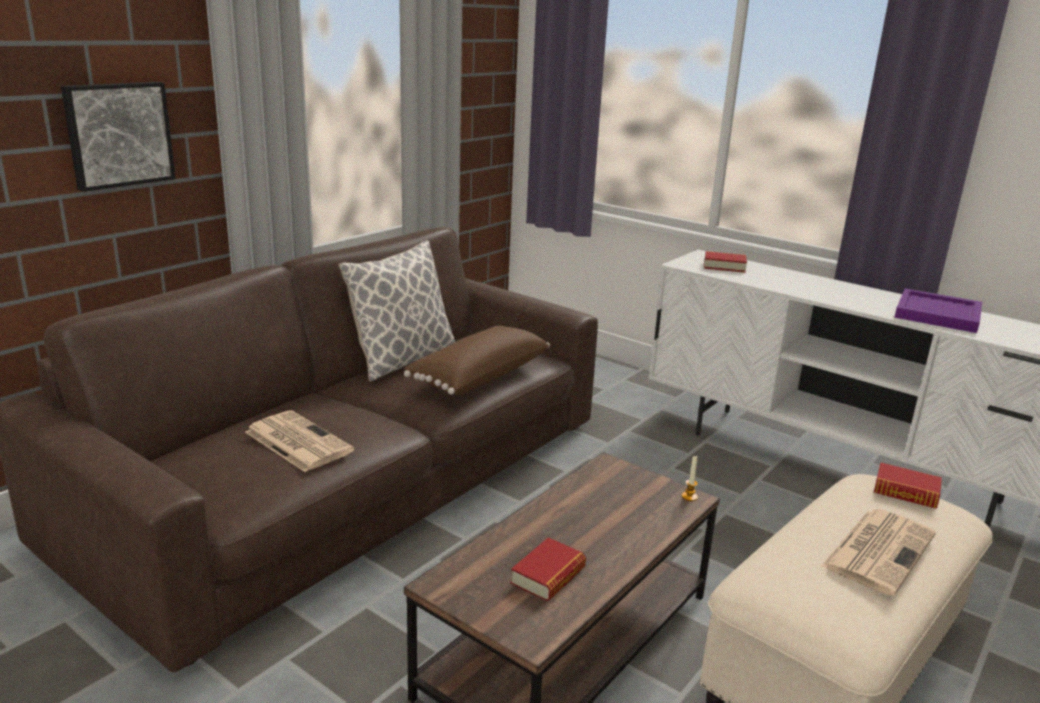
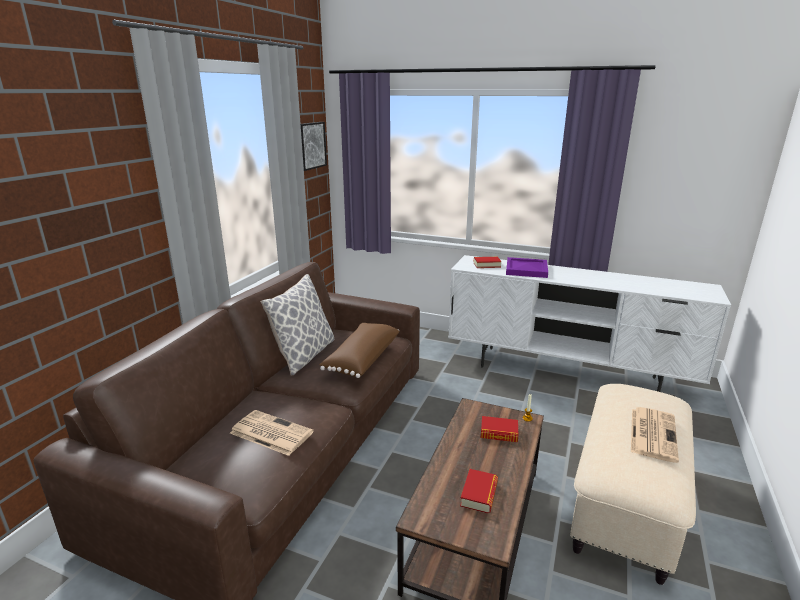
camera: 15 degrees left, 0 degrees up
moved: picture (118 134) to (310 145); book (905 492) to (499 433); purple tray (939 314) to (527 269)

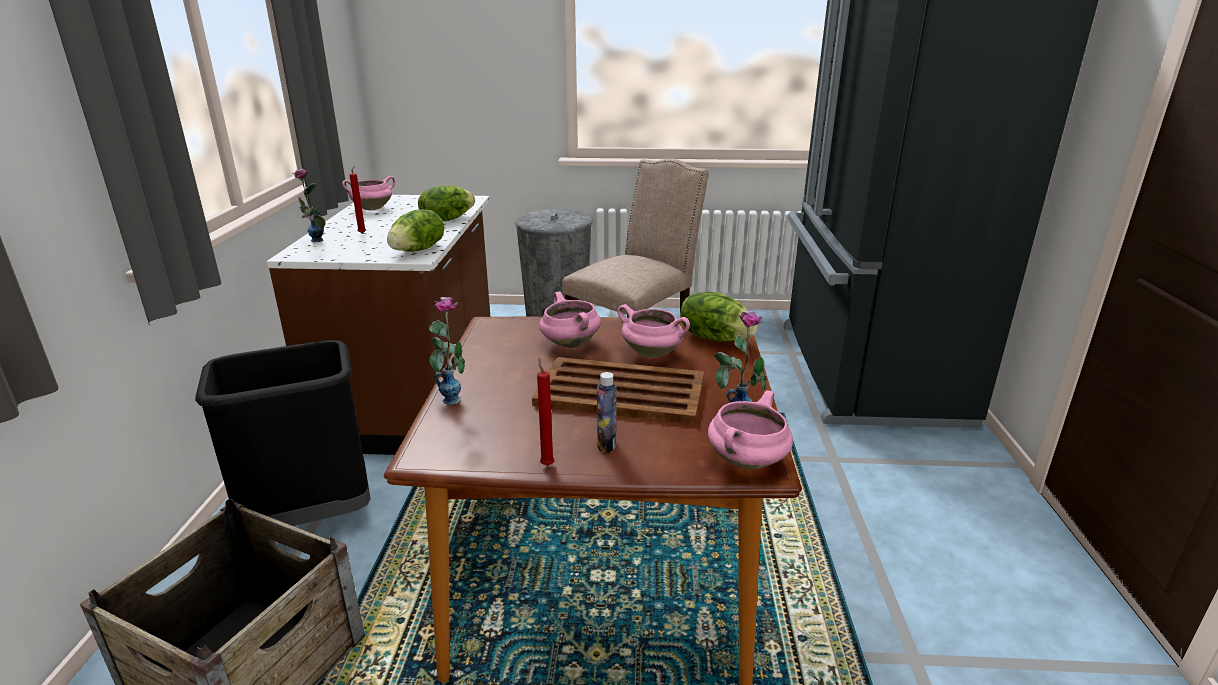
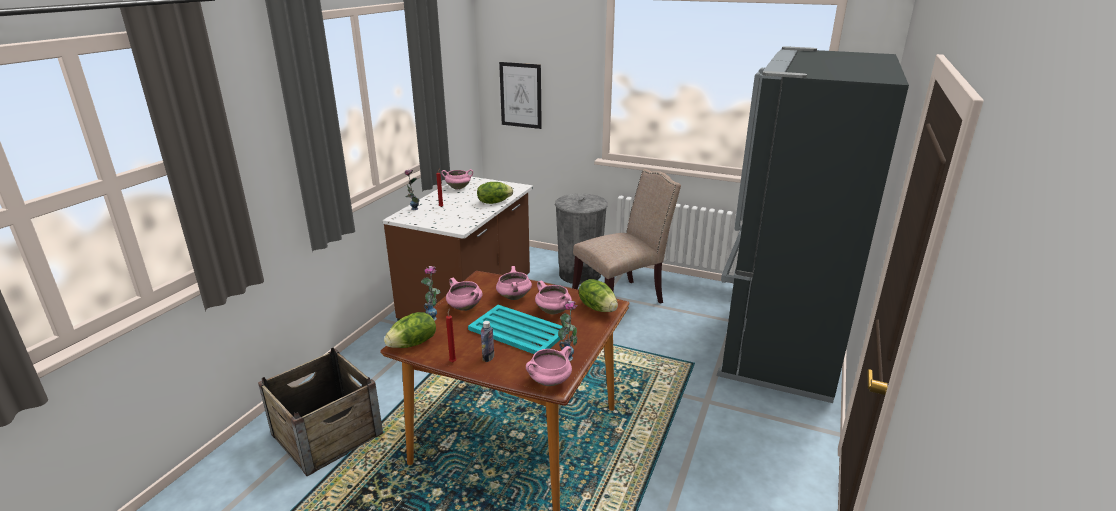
camera: 20 degrees right, 0 degrees up
removed: black trash can (311 518)
added: pink cooking pot (464 308); picture (520 95)
moved: lettuce (419 250) to (413 344)
recoloured: brown tray (619 391) to turquoise tray (517 330)

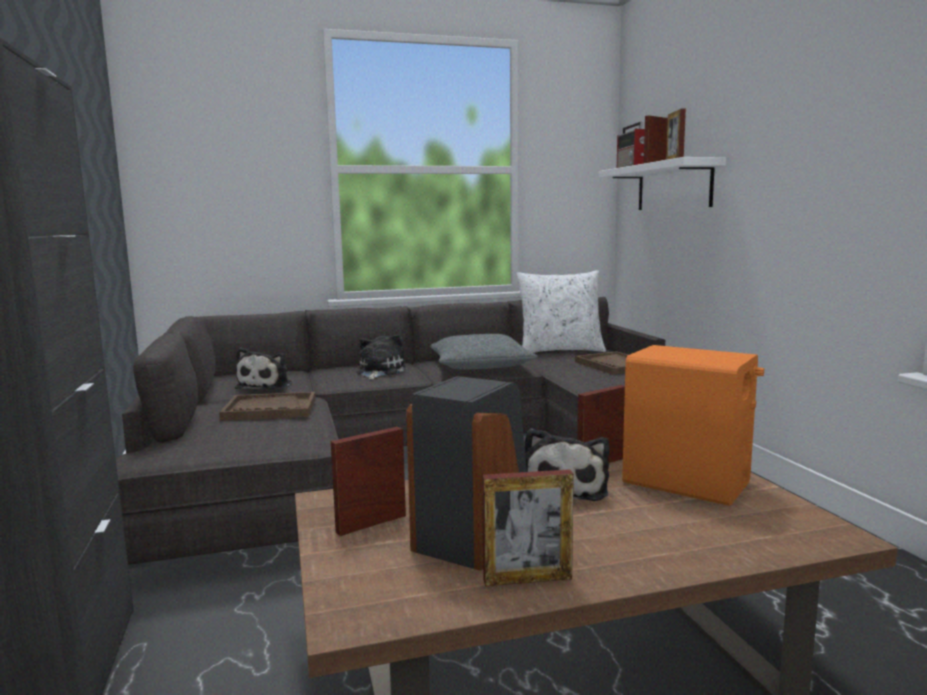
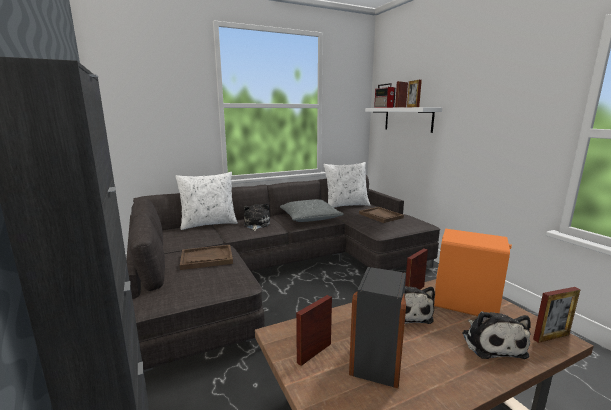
camera: 10 degrees left, 5 degrees up
added: white pillow (209 224)
moved: plush toy (266 385) to (492 343); picture frame (527 579) to (551 337)

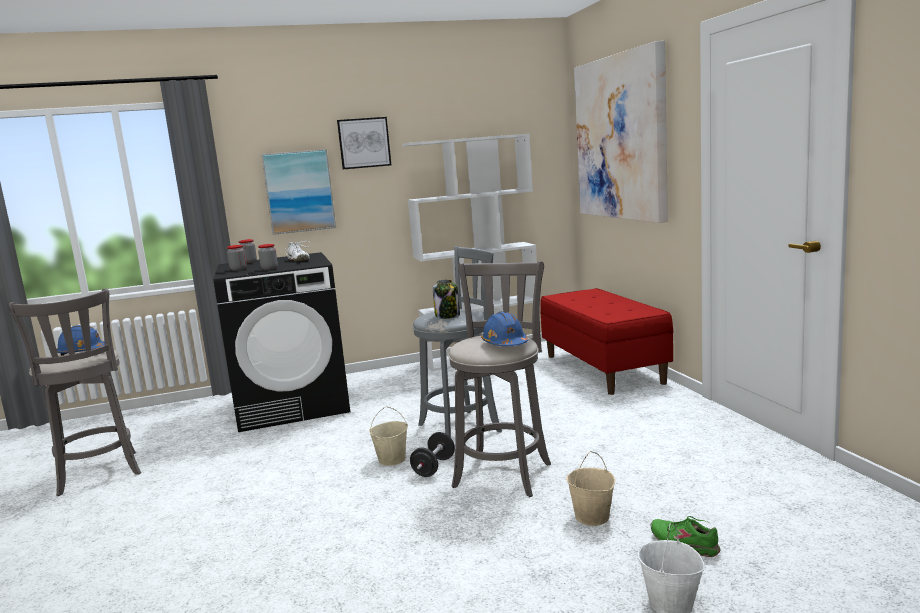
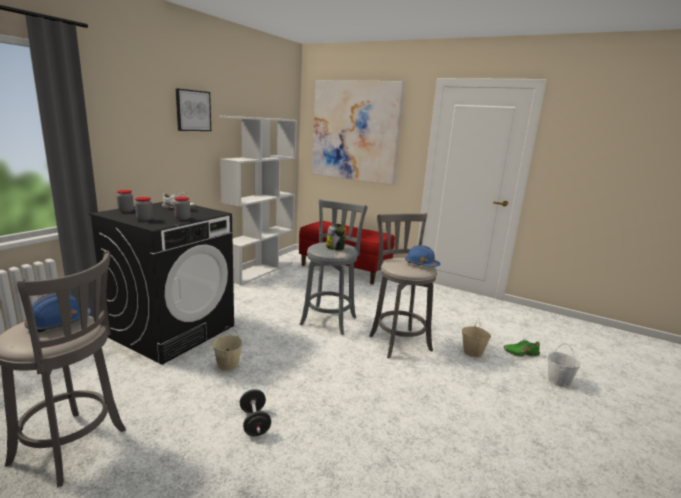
camera: 45 degrees left, 5 degrees up
removed: picture (299 191)
moved: beige bucket (392 459) to (227 365); black dumbbell (434 467) to (255 422)

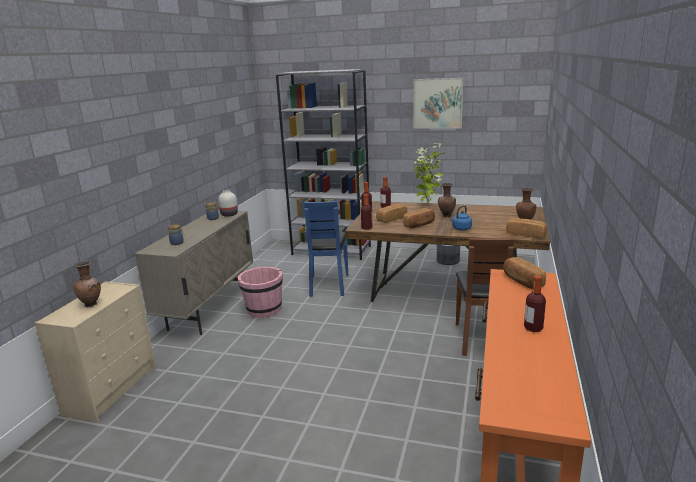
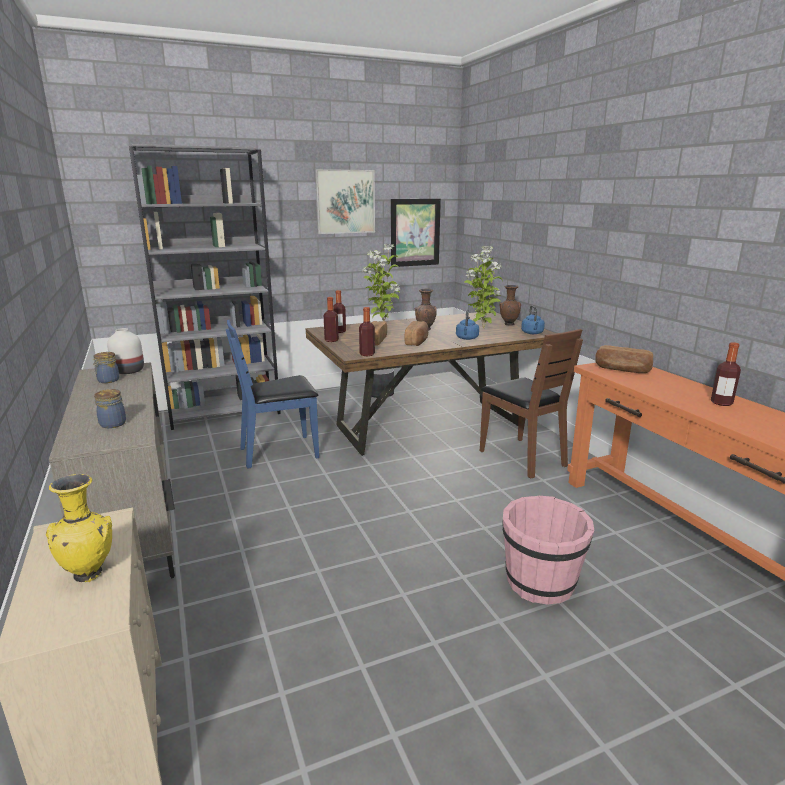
camera: 40 degrees left, 0 degrees up
added: picture (415 232); potted plant (482 329)
moved: pink bucket (264 310) to (540 583)
replaced: bread (526 234) to blue kettle (532 333)
recoloured: brown vase (92 305) to yellow vase (90 574)
turned: blue chair (328 285) = (280 452) 105 degrees clockwise

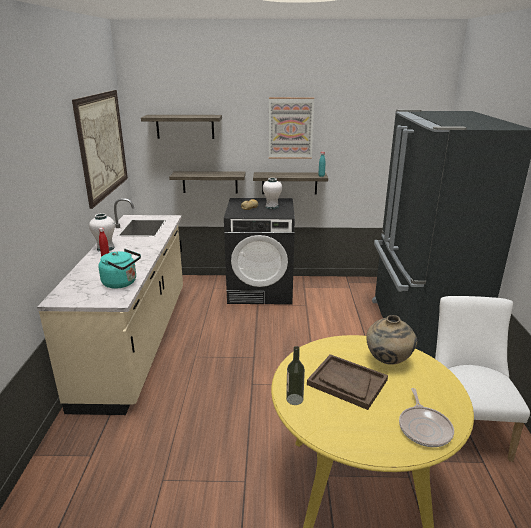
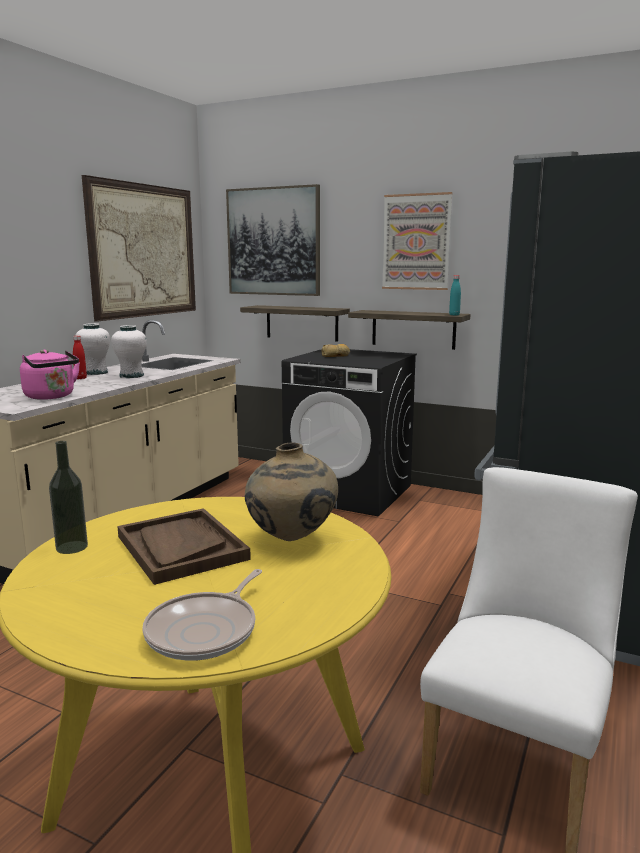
camera: 25 degrees right, 10 degrees down
moved: white vase (272 207) to (132 376)
replaced: shelf (185 126) to picture (273 242)
recoloured: turquoise kettle (122 283) to pink kettle (51 397)

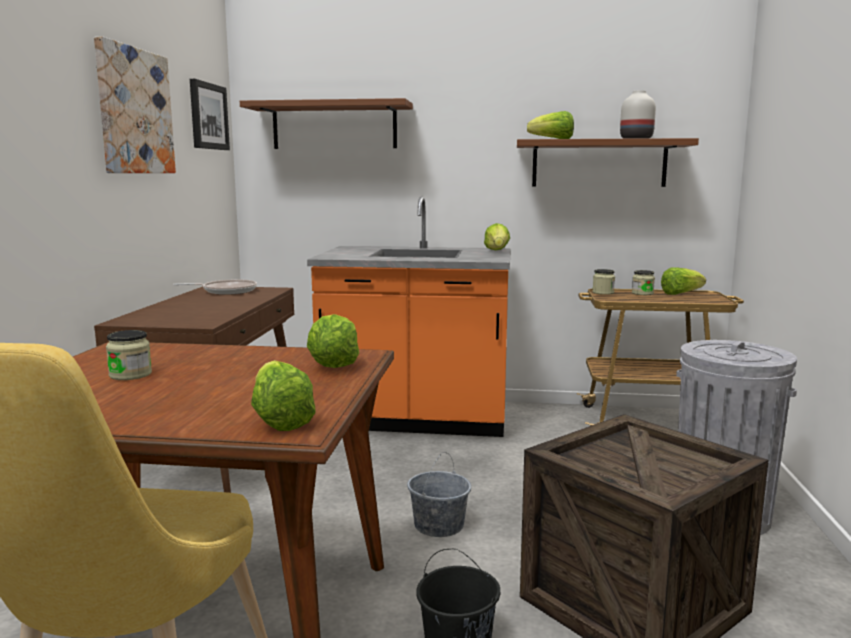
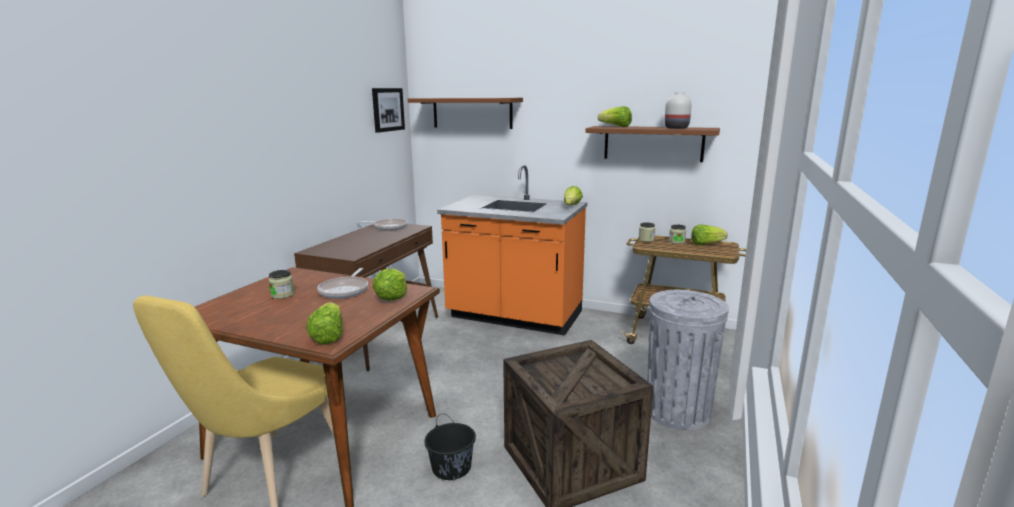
camera: 15 degrees right, 5 degrees up
removed: picture (134 111); grey bucket (439 525)
added: frying pan (345 290)

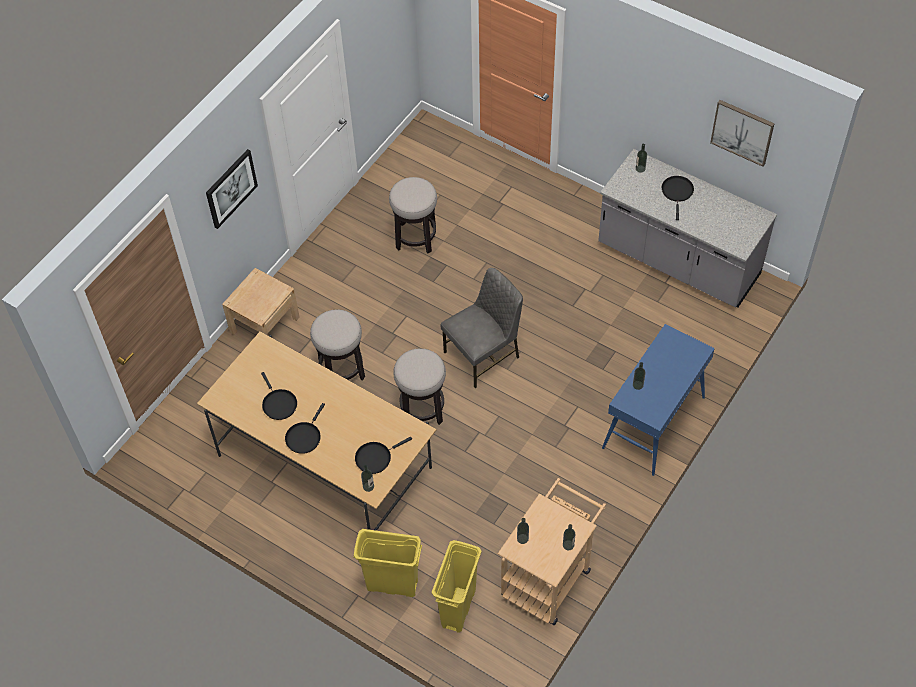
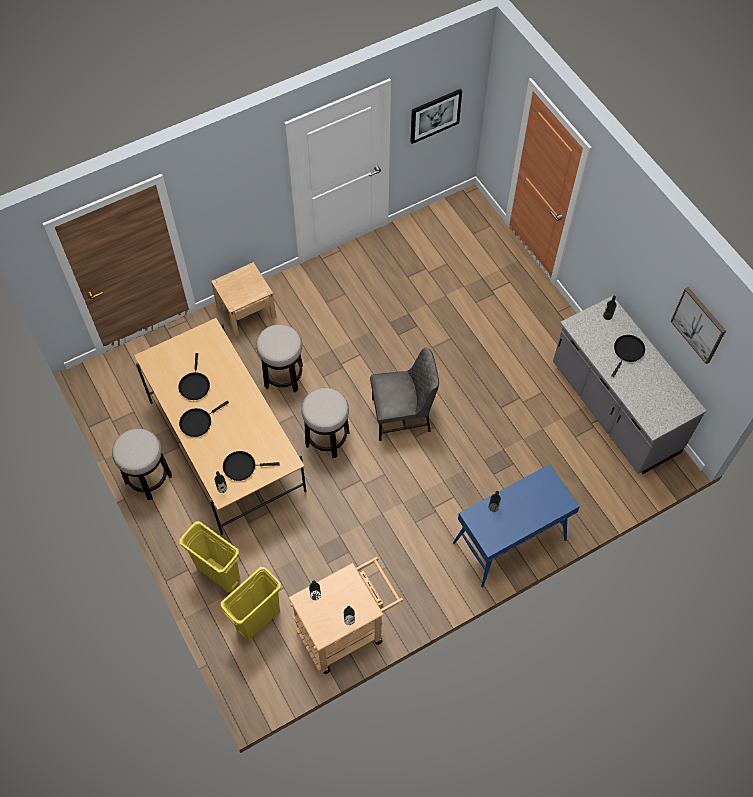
camera: 25 degrees right, 5 degrees up
moved: stool (415 238) to (148 478); picture (231 188) to (435 115)

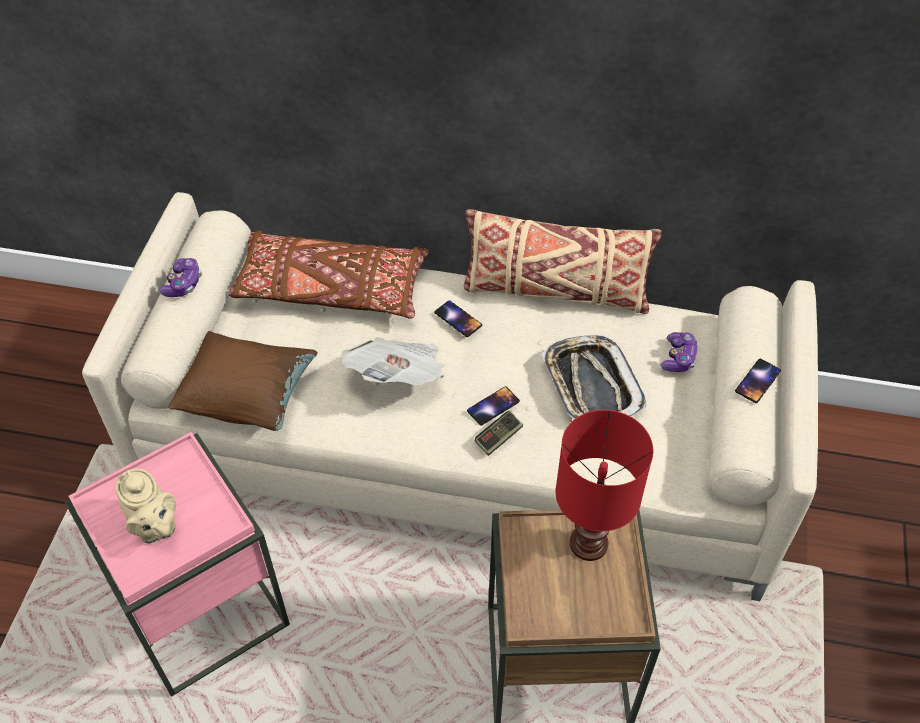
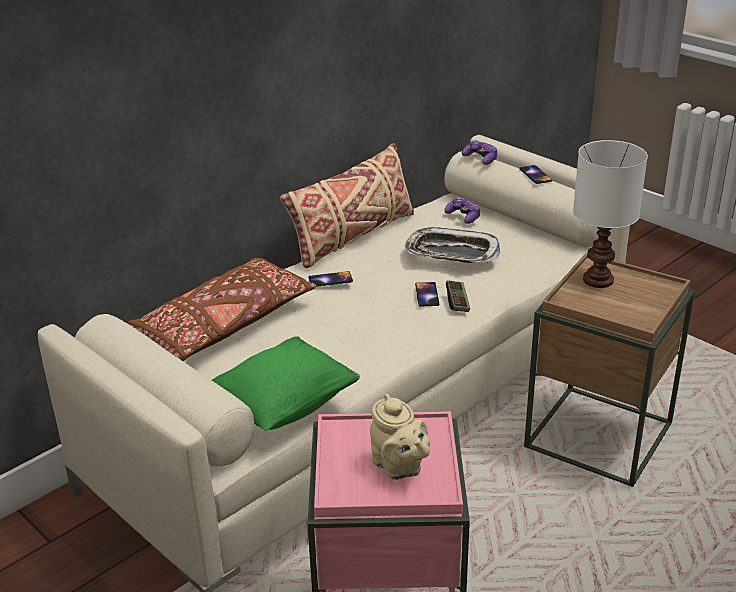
camera: 55 degrees left, 20 degrees down
removed: newspaper (399 377)
moved: game controller (183 284) to (480 159)
recoloured: brown pillow (248 398) to green pillow (285 405); red table lamp (587 543) to white table lamp (597 280)
turned: beige teapot (155 527) = (399 467) 60 degrees clockwise

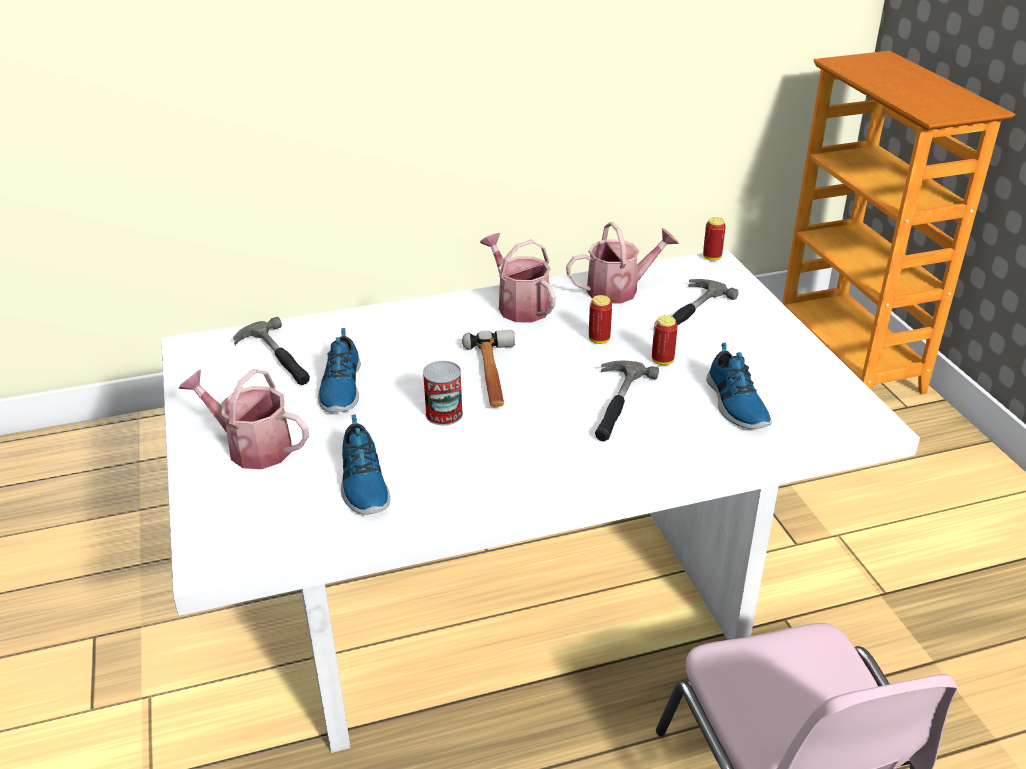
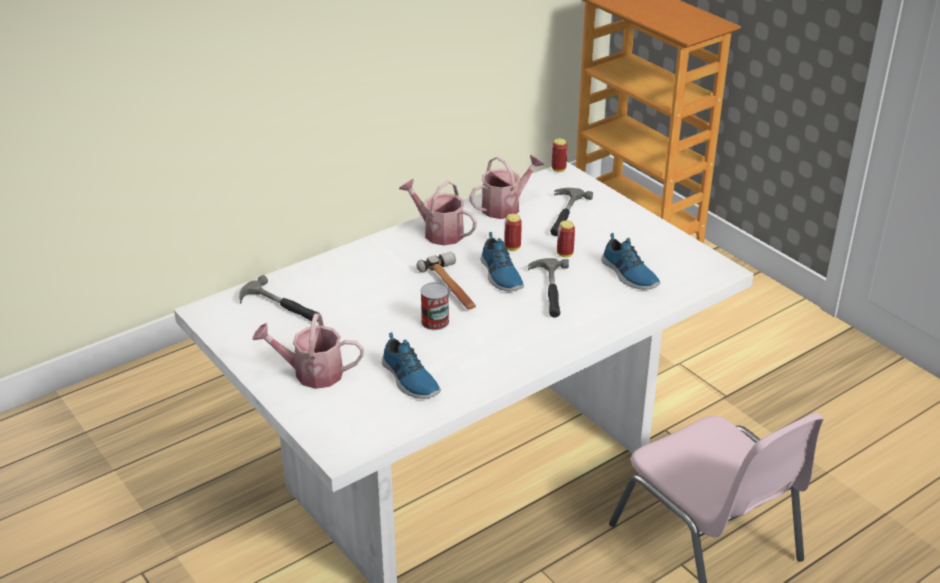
camera: 20 degrees left, 0 degrees up
moved: shoe (340 388) to (500 275)

